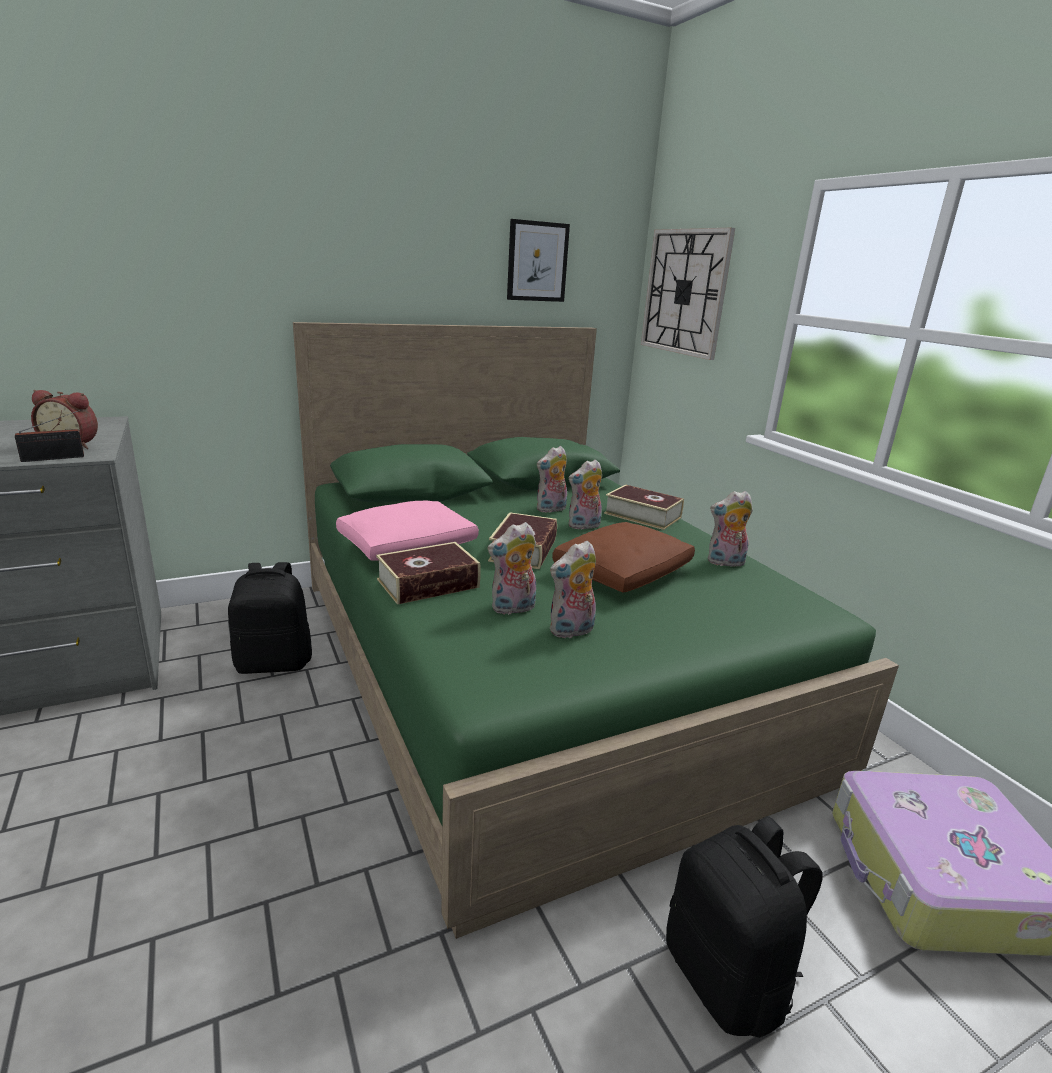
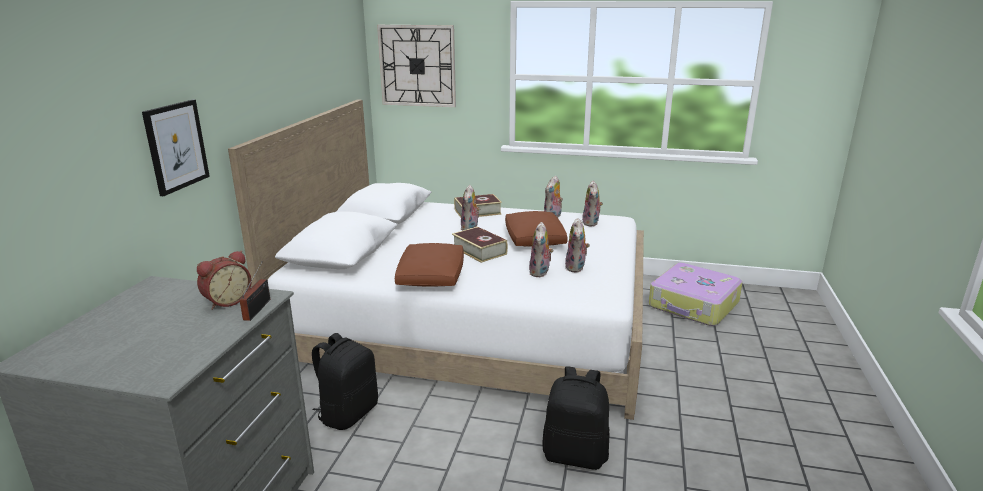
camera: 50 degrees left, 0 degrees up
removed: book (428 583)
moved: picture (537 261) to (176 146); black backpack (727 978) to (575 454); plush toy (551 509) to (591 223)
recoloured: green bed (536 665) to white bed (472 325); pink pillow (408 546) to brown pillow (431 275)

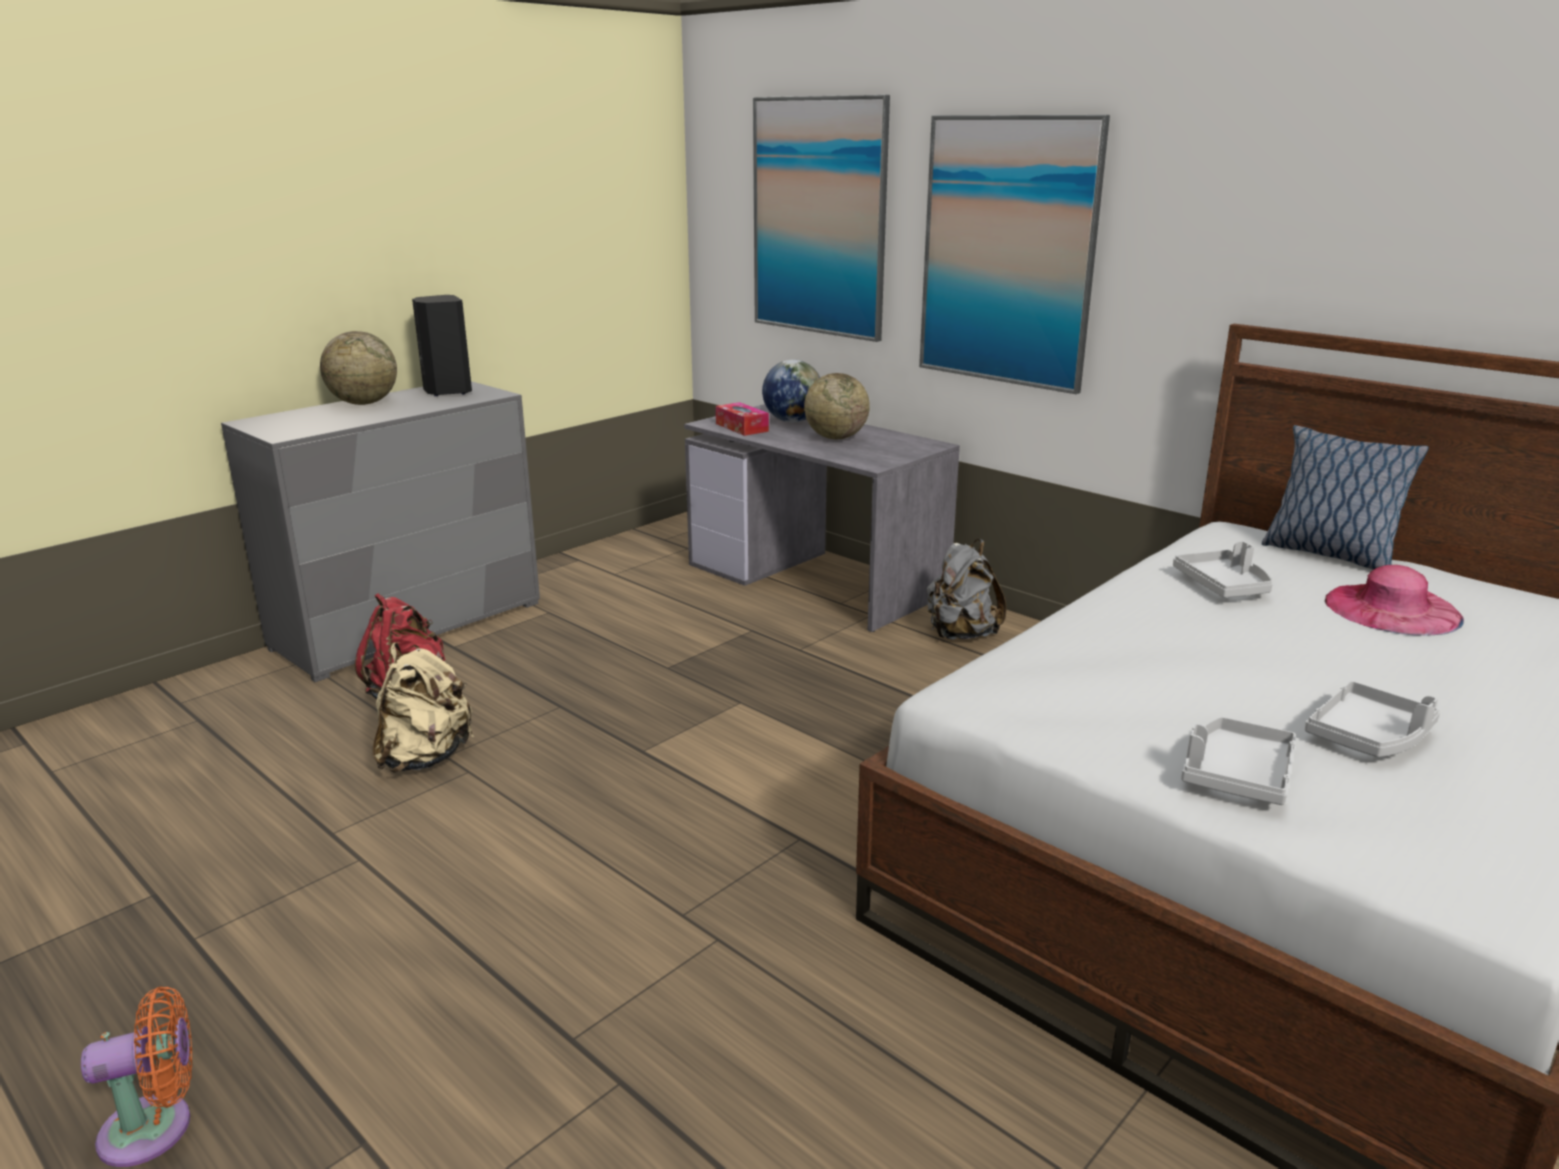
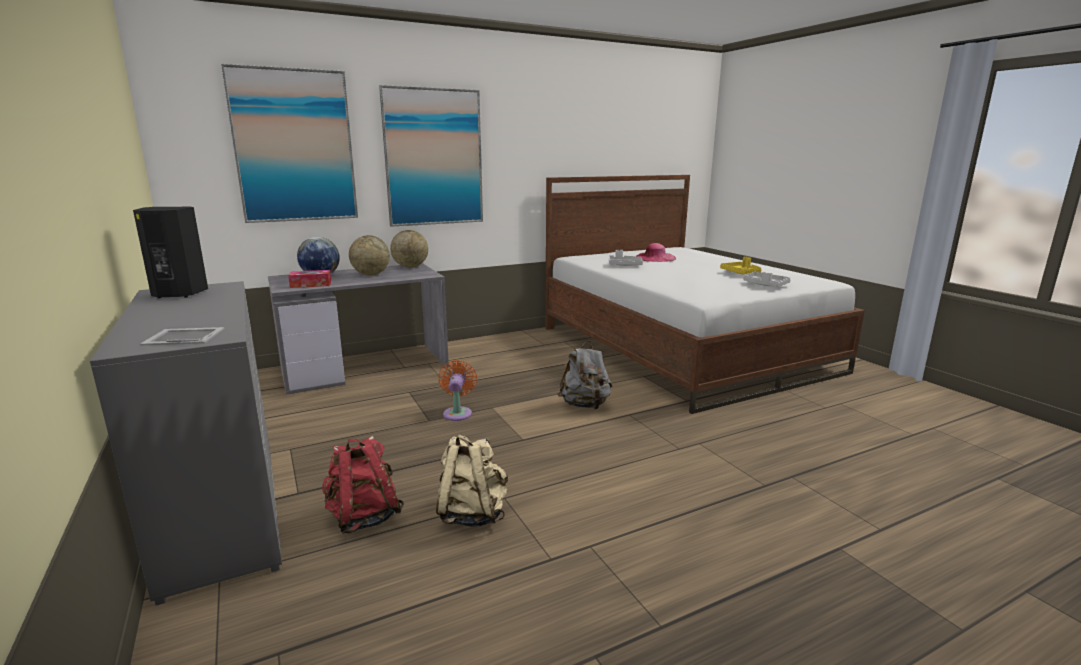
camera: 70 degrees left, 5 degrees down
removed: pillow (1327 554)
added: picture frame (183 336)
moved: globe (363 403) to (410 267); orange fan (156 1128) to (458 413); grey backpack (960 634) to (585 405)
recoloured: grey tray (1369 736) to yellow tray (741 273)

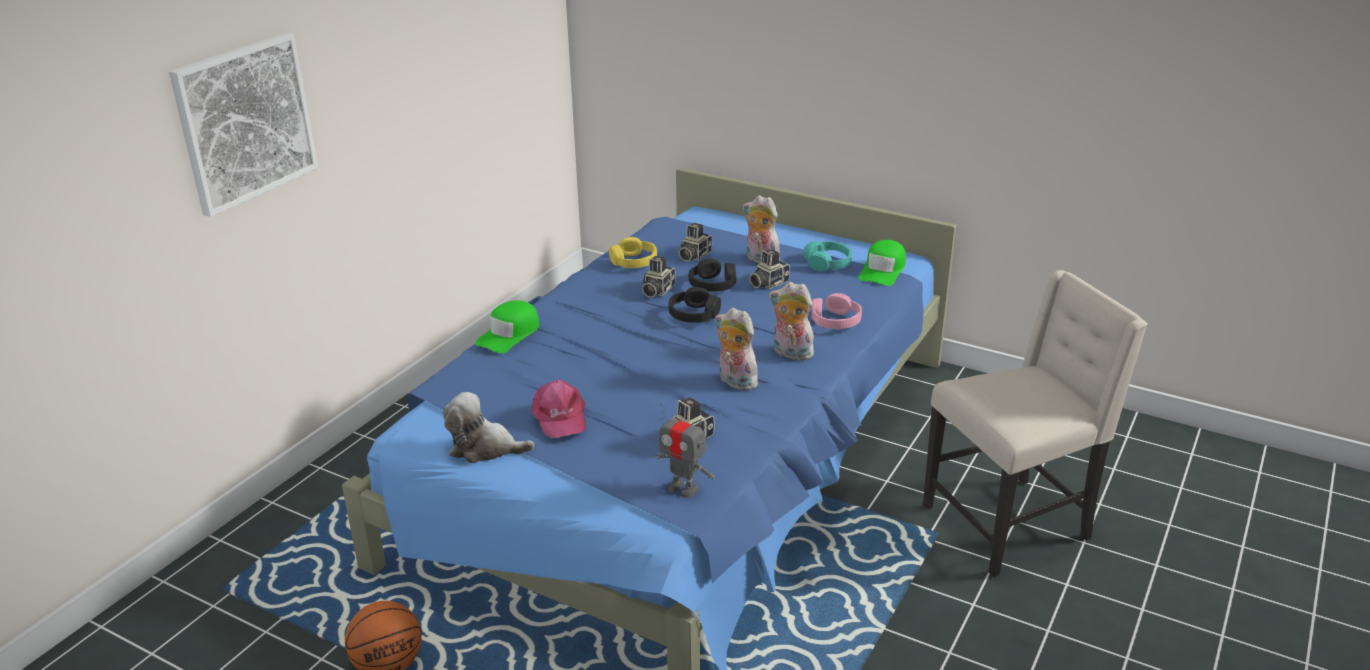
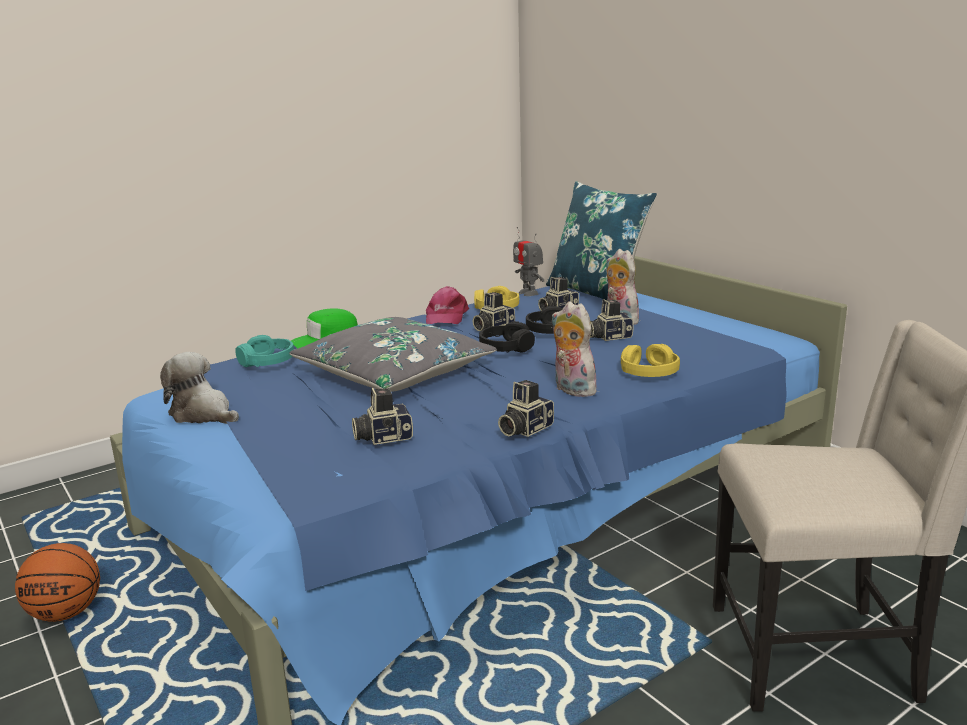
camera: 25 degrees right, 10 degrees down
removed: picture (245 122); plush toy (734 382); green cap (883 270)
added: grey pillow (394 373); photo camera (524 429); blue pillow (597 293)
moved: turquoise headphones (827 263) to (267 361); pink cap (559 417) to (446 316); toy robot (683 488) to (528 293)
recoloured: pink headphones (835 321) to yellow headphones (648 372)

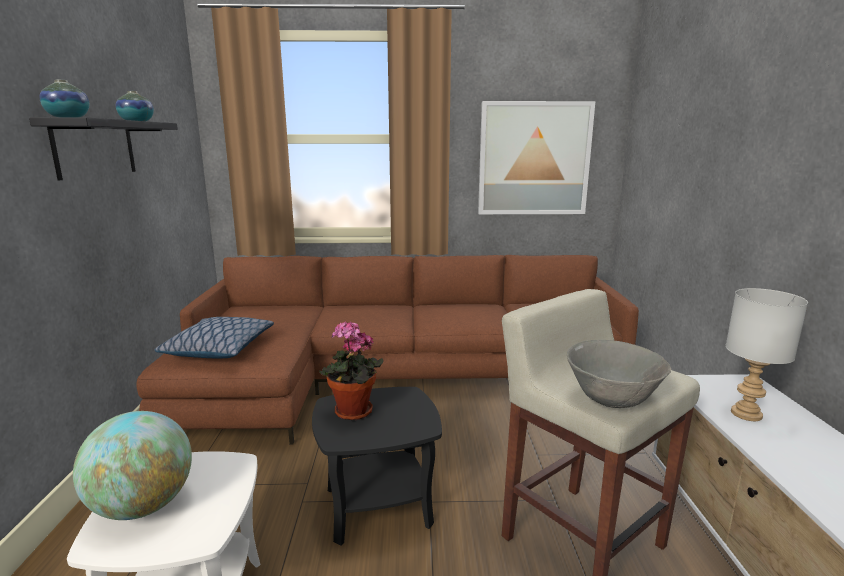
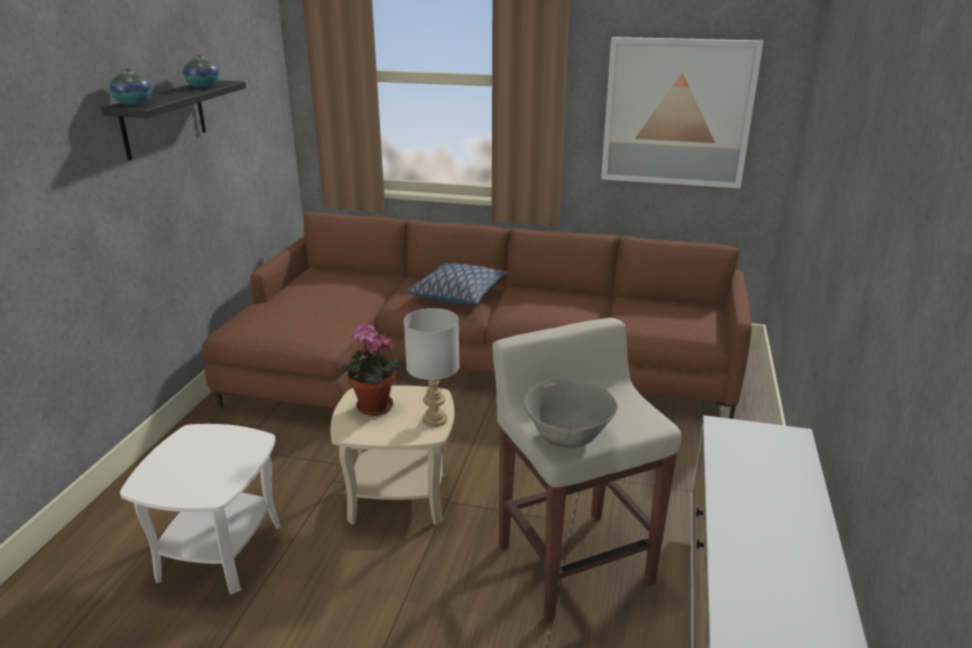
camera: 15 degrees right, 10 degrees up
removed: globe (143 506)
moved: grey table lamp (745 414) to (433 419); pillow (219 348) to (458 294)
recoloured: black side table (378 505) to beige side table (399 496)

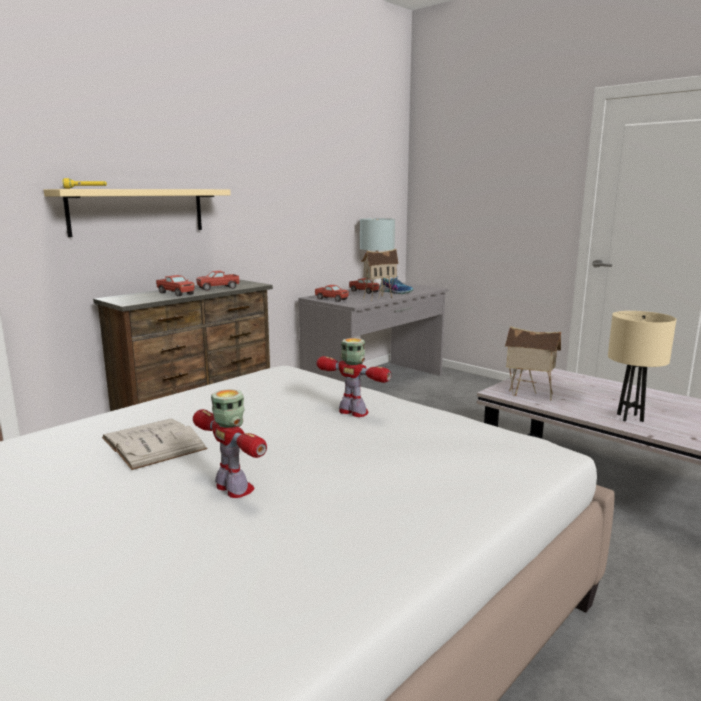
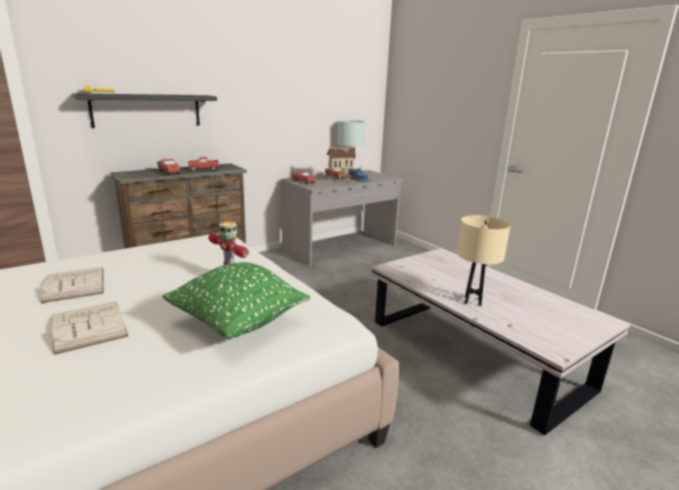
camera: 10 degrees right, 5 degrees up
removed: toy house (528 395)
added: green pillow (238 323)
replaced: toy robot (234 489) to white book (88 326)
recoloured: beige shelf (138 211) to black shelf (147 110)

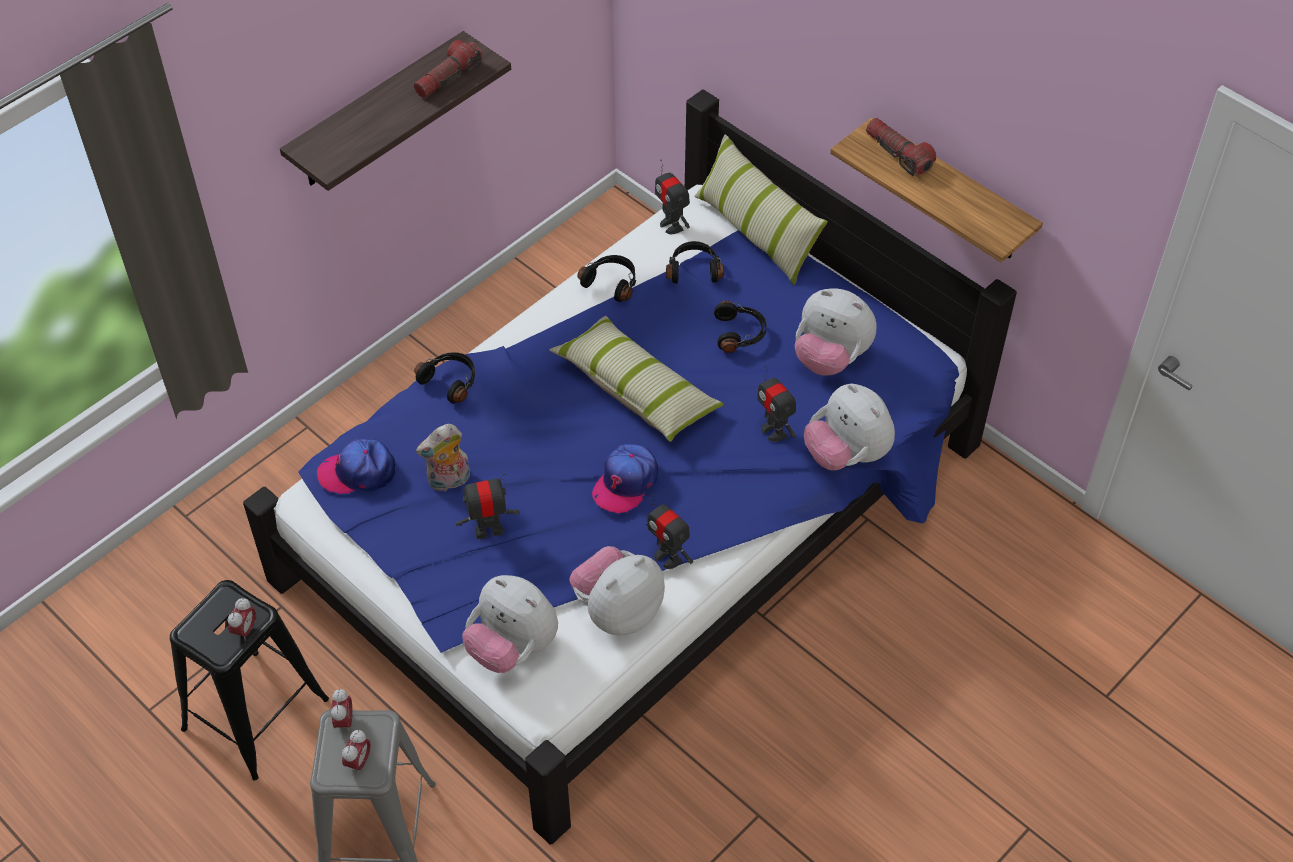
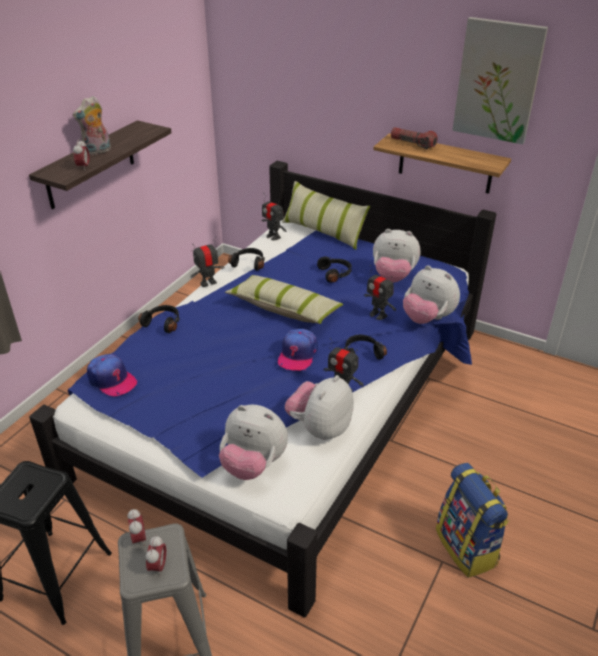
camera: 15 degrees left, 15 degrees down
removed: flashlight (448 78)
added: backpack (467 547); picture (498 81)
moved: plush toy (449 481) to (97 152); alarm clock (245 630) to (83 167); toy robot (489 530) to (208 283); black headphones (694 269) to (361 354)
turned: cap (358 472) = (112 380) 120 degrees counterclockwise

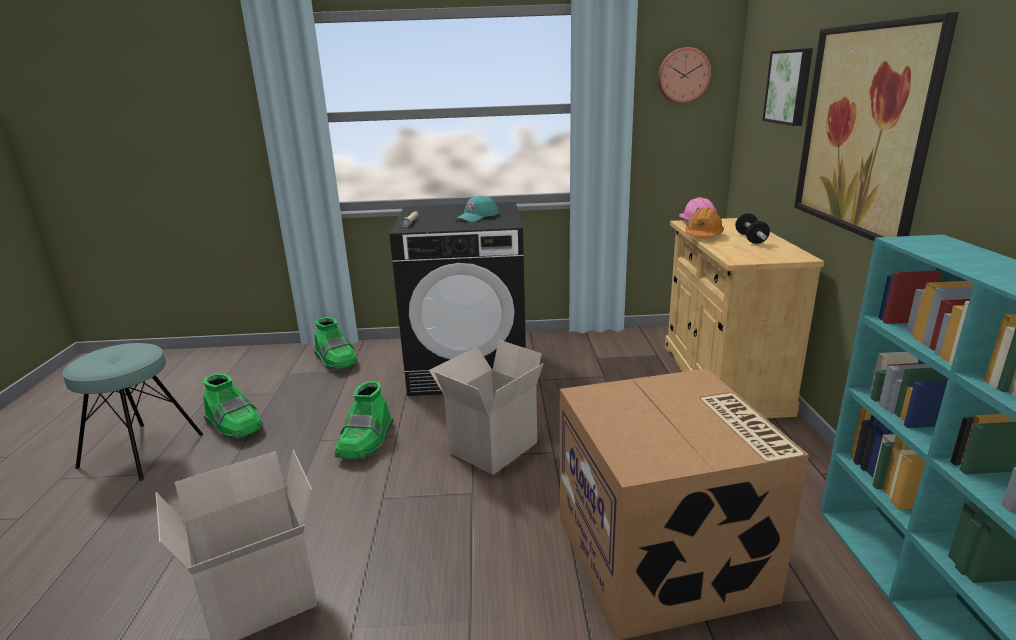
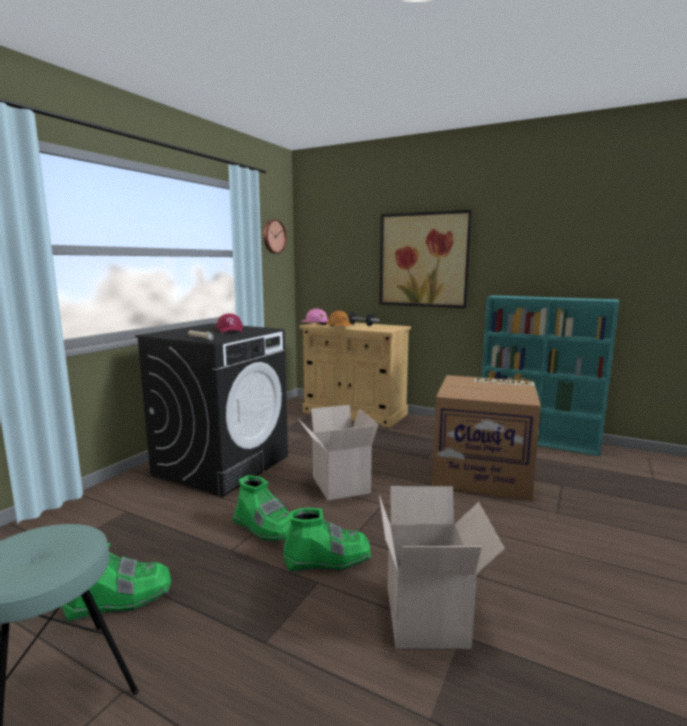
camera: 60 degrees left, 10 degrees down
removed: picture (790 87)
moved: green boot (337 361) to (328 559)
recoloured: turquoise cap (477 216) to red cap (230 330)

